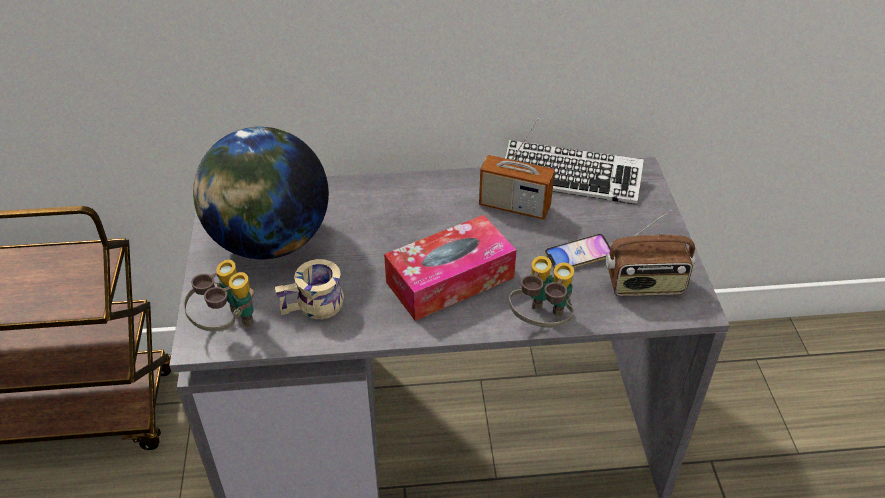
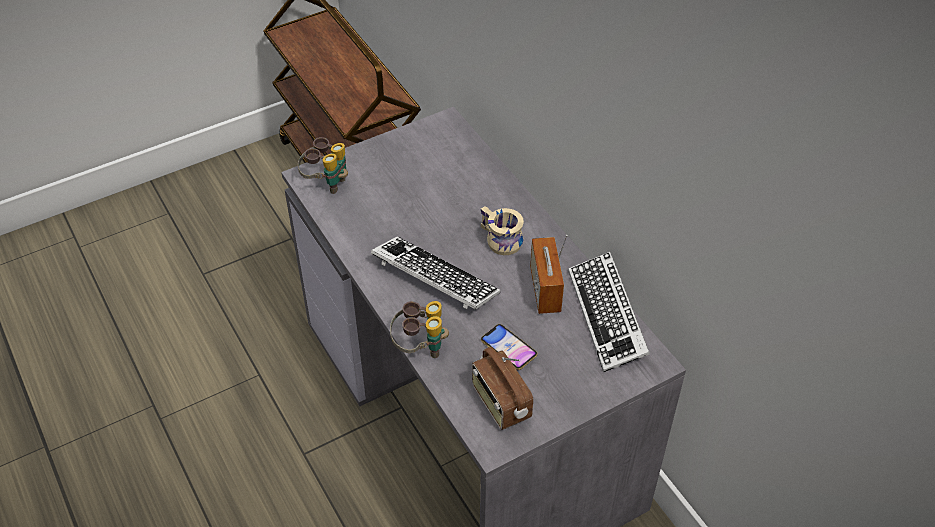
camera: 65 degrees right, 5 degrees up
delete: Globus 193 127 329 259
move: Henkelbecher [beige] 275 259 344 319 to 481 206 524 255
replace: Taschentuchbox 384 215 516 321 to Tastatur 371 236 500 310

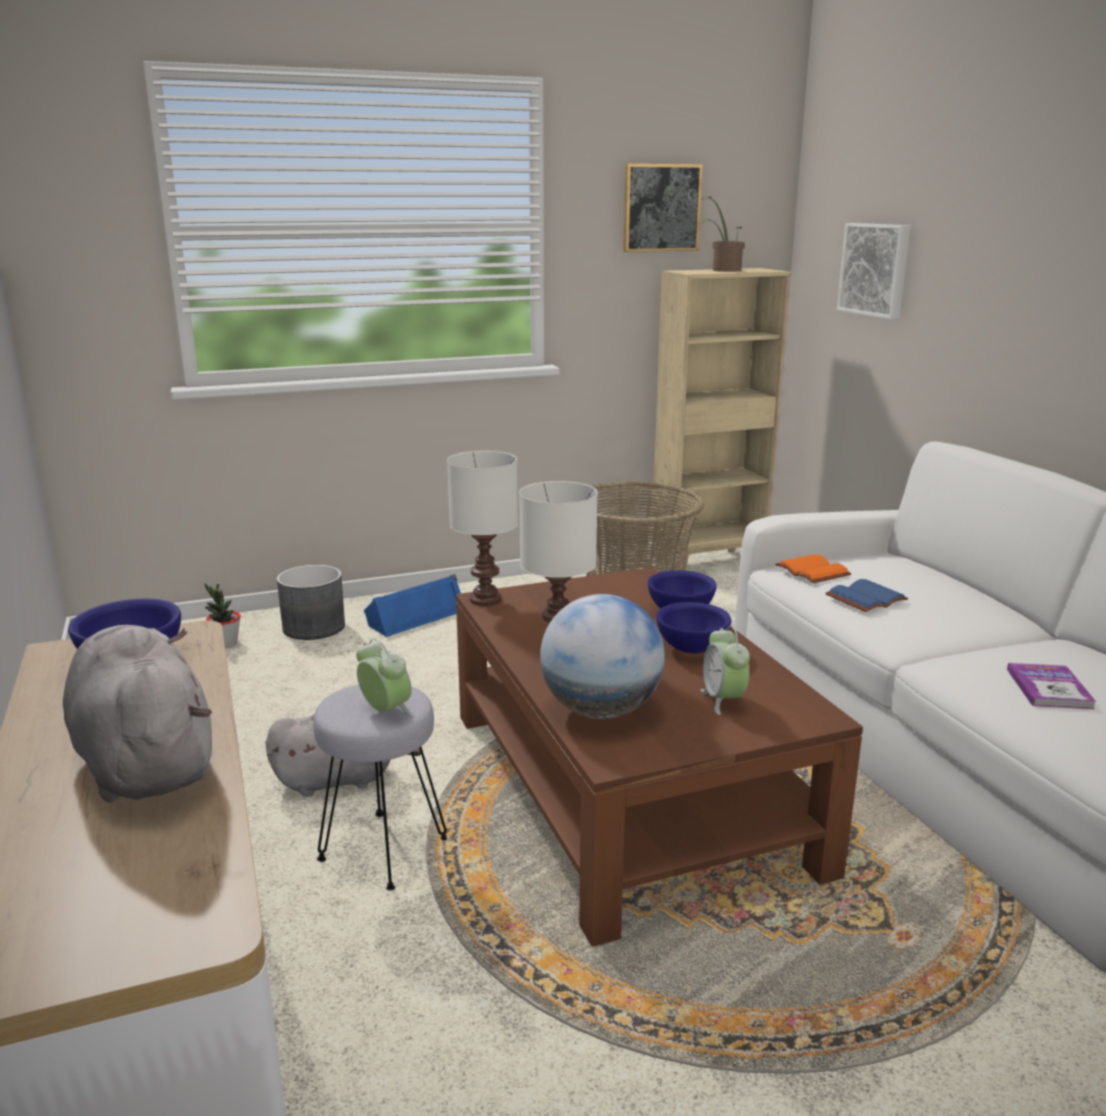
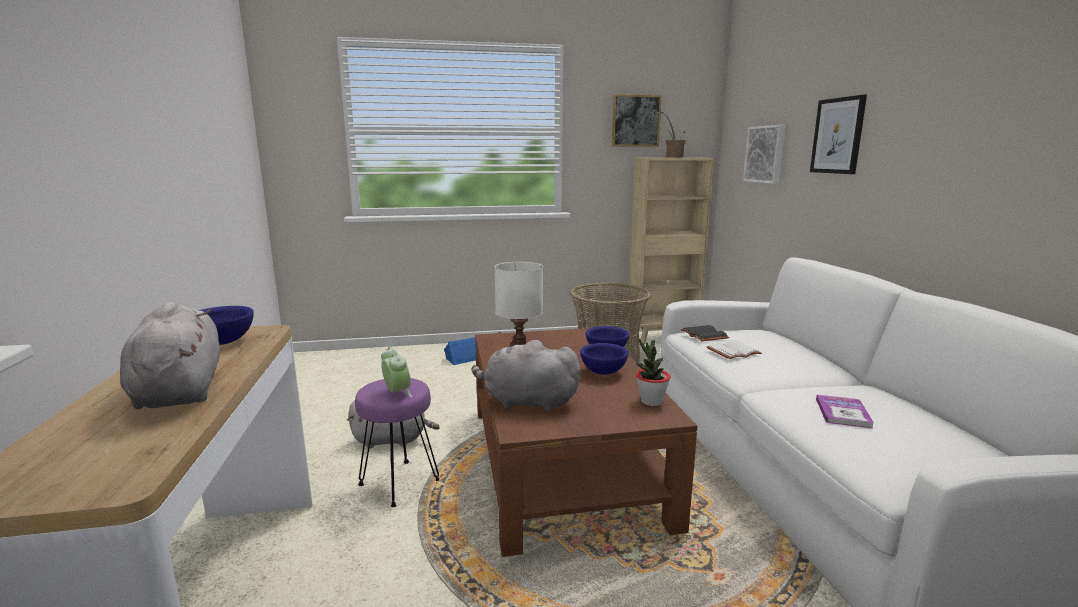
camera: 10 degrees right, 5 degrees down
delete: Pflanzkübel [grau] 277 565 345 640; Tischlampe [weiß] 447 451 518 606; Wecker 701 626 750 715
insert: Bild 810 94 867 174
move: Topfpflanze 205 583 241 647 to 636 339 671 406
replace: Globus 540 594 665 719 to Plüschtier [grau] 472 340 581 412
recolor: Hocker [grau] 313 684 447 890 to Hocker [lila] 355 378 439 507; Buch [orange] 775 554 851 583 to Buch [schwarz] 681 325 729 341; Buch [blau] 826 579 908 612 to Buch [weiß] 707 340 762 359

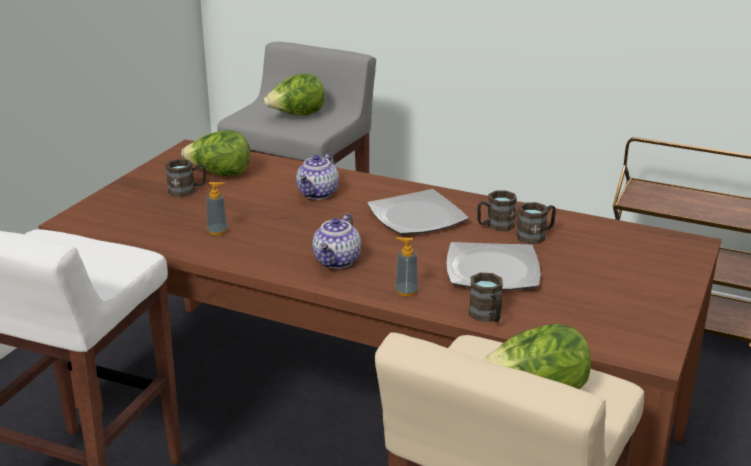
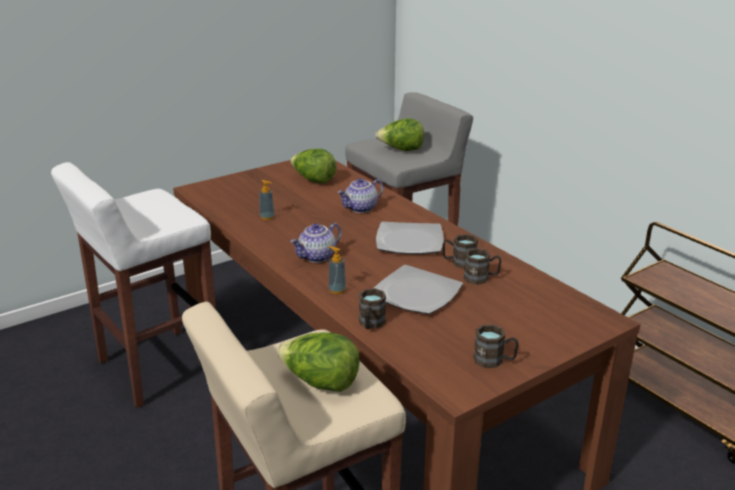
camera: 30 degrees right, 0 degrees up
move: Henkelbecher [braun] 165 159 206 197 to 473 324 519 368

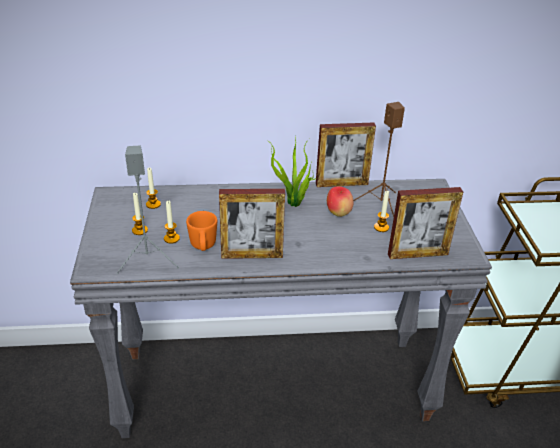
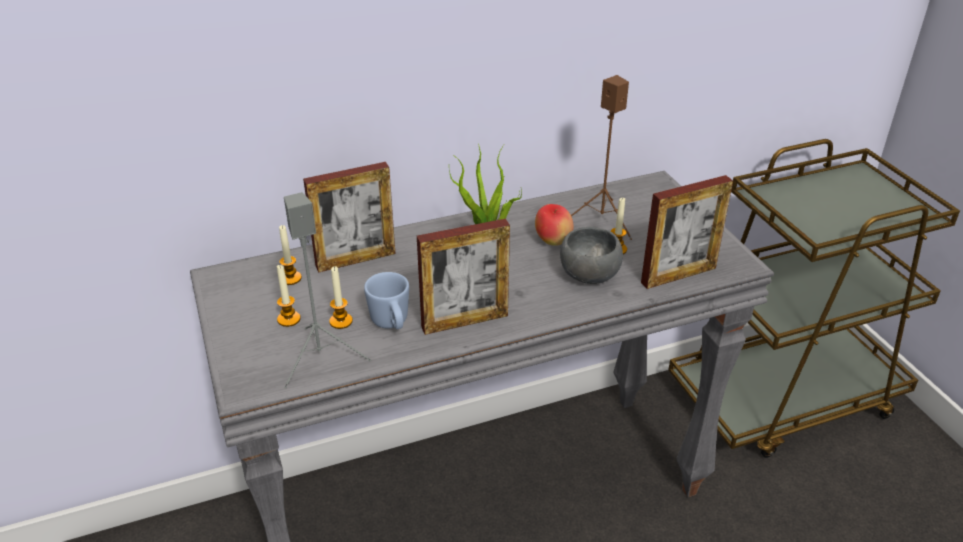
camera: 15 degrees left, 0 degrees up
insert: Schüssel [grau] 560 227 623 284
move: Bilderrahmen 316 122 376 187 to 303 162 396 273
recolor: Henkelbecher [orange] 186 211 217 251 to Henkelbecher [blau] 364 272 409 329

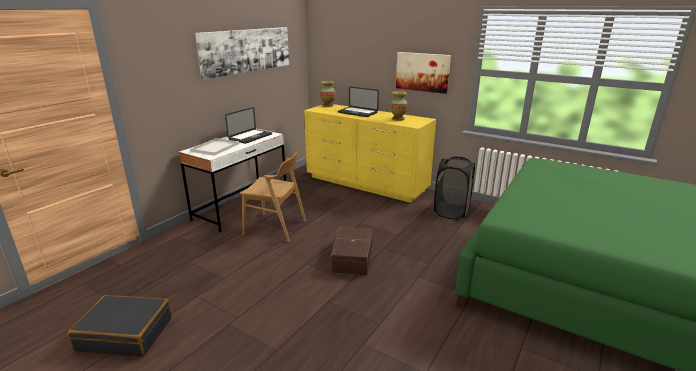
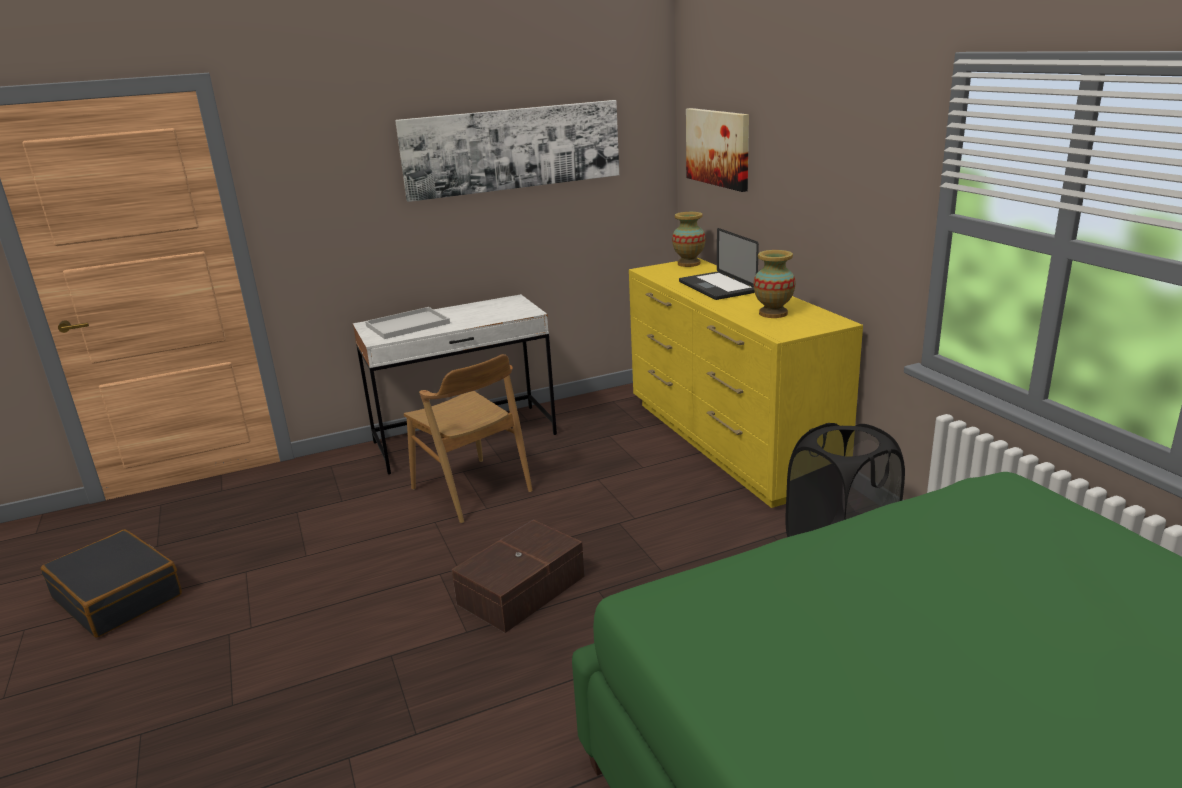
camera: 35 degrees right, 0 degrees up
delete: Laptop 225 107 272 144
move: Bild 396 52 451 94 to 686 108 749 192

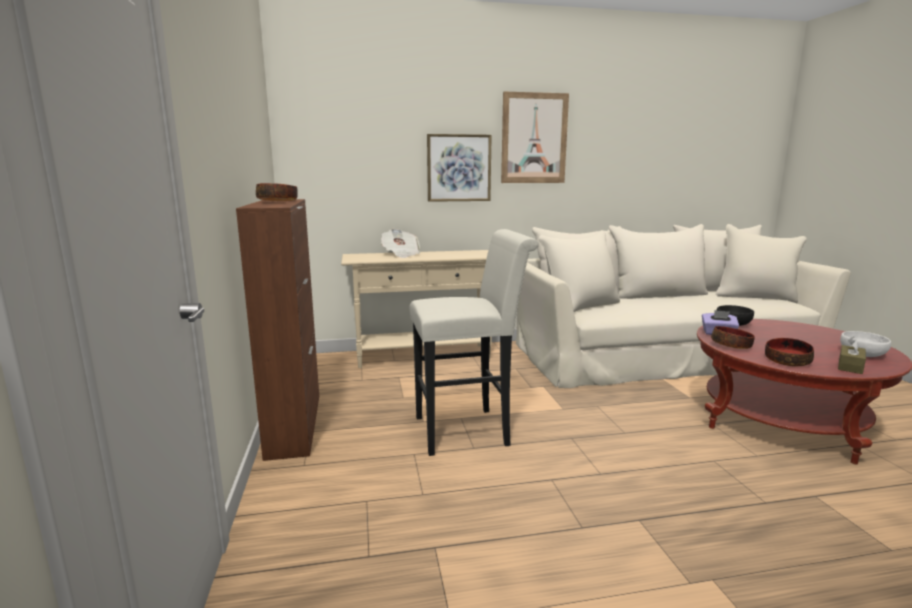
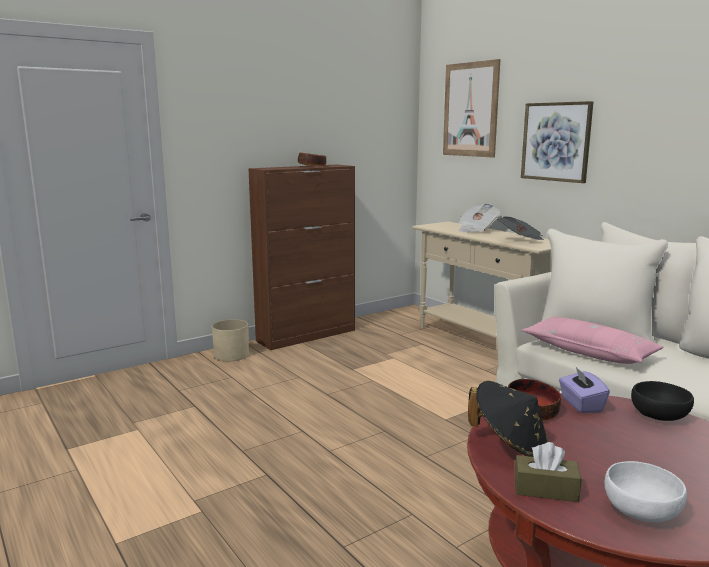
camera: 65 degrees right, 0 degrees up
delete: Hocker [weiß] 409 229 539 456
insert: Pflanzkübel [beige] 212 319 249 361; Zeitung 497 217 544 240; Kissen [rosa] 521 317 664 364
move: Bild 501 92 569 183 to 443 59 501 158
replace: Schüssel 765 338 814 366 to Hut [schwarz] 468 381 548 457

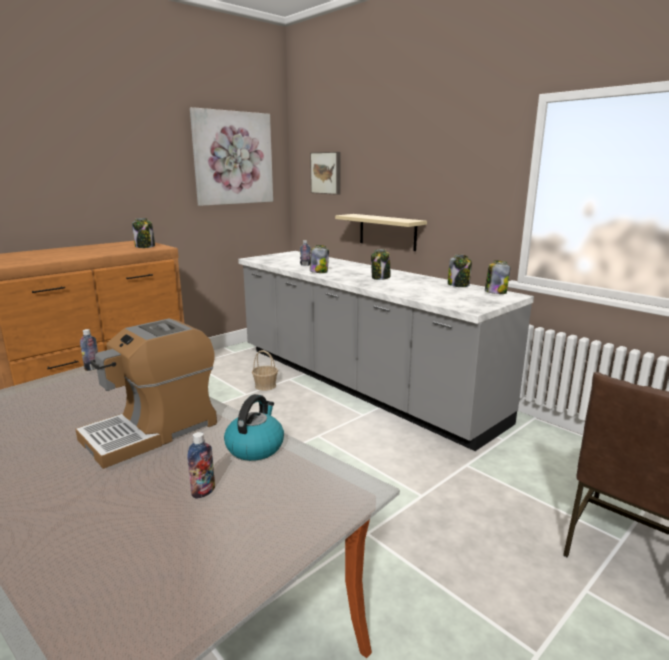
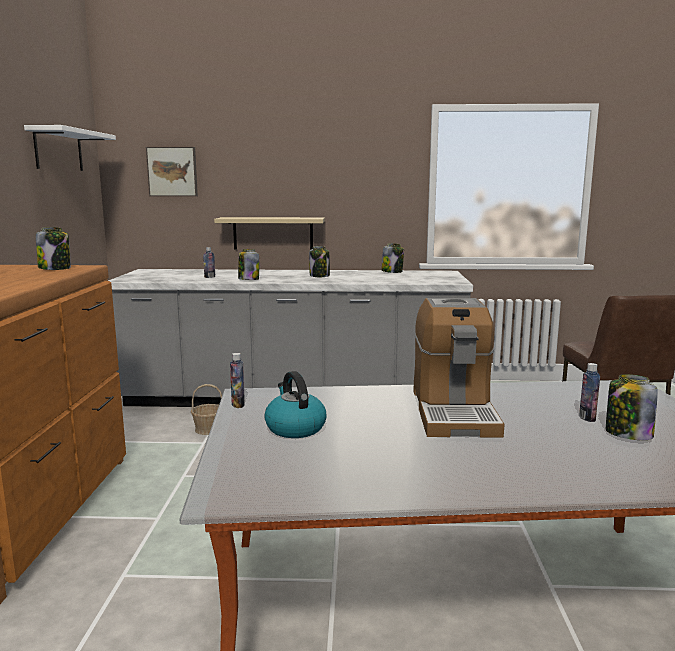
camera: 45 degrees left, 5 degrees down
move: Wasserkessel 224 394 284 461 to 264 371 326 438; Vorratsglas 485 260 510 294 to 606 374 658 440
replace: Bild 190 107 273 206 to Wandregal [weiß] 24 125 116 171

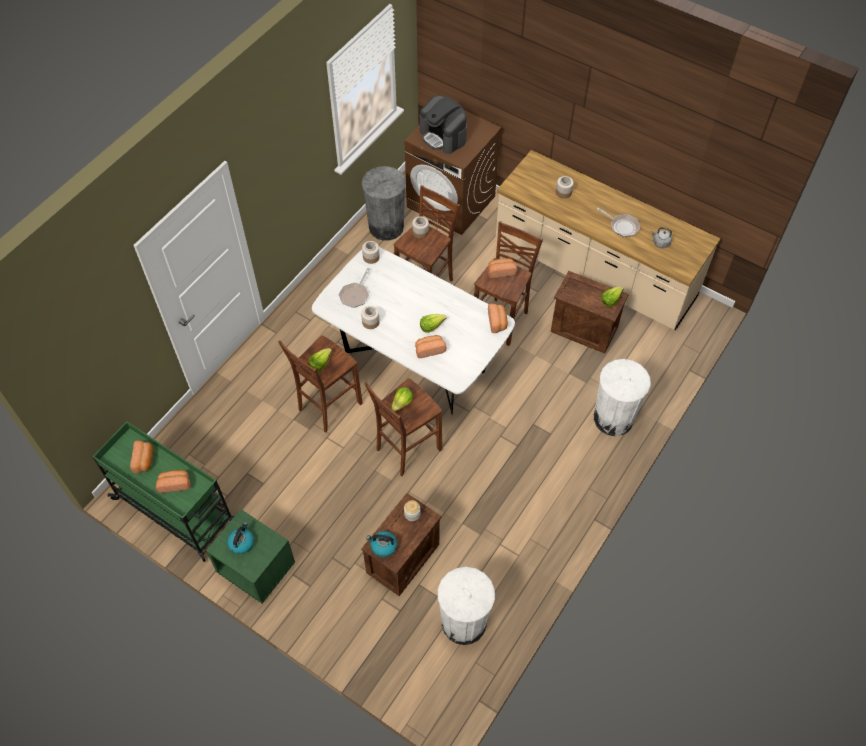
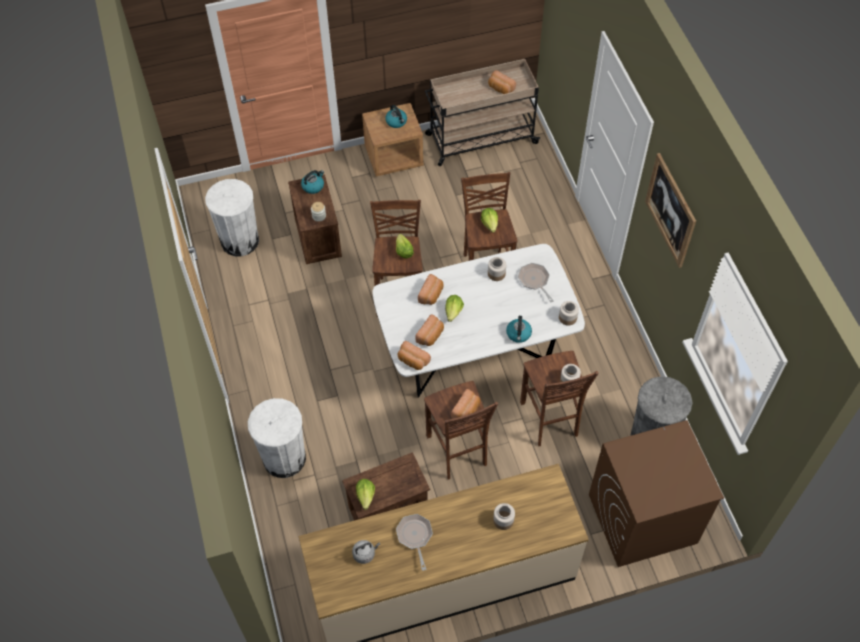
camera: 130 degrees right, 0 degrees up
delete: Kaffeemaschine 420 95 467 154
insert: Wasserkessel 506 316 532 343; Bild 645 153 696 268
move: Brot 156 470 191 493 to 415 315 444 346
recolor: Rollwagen [grün] 93 421 234 562 to Rollwagen [beige] 425 59 540 166; Nachttisch [grün] 206 509 295 603 to Nachttisch [braun] 362 103 424 177
rotate: Pfanne 596 208 640 237 = 396 514 433 571 90 degrees clockwise

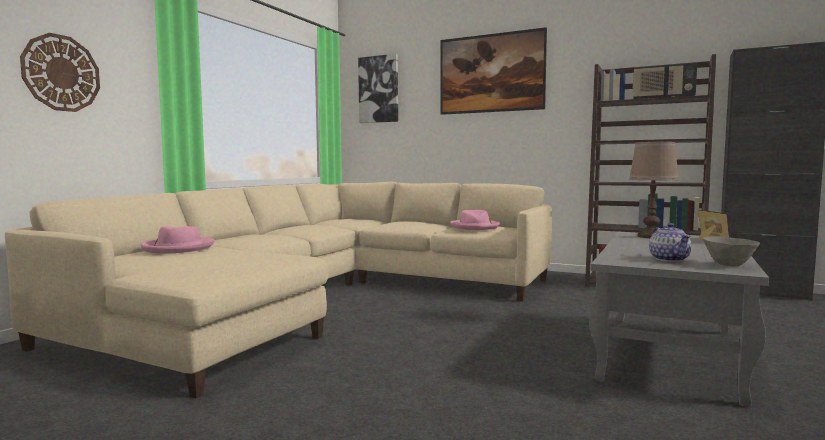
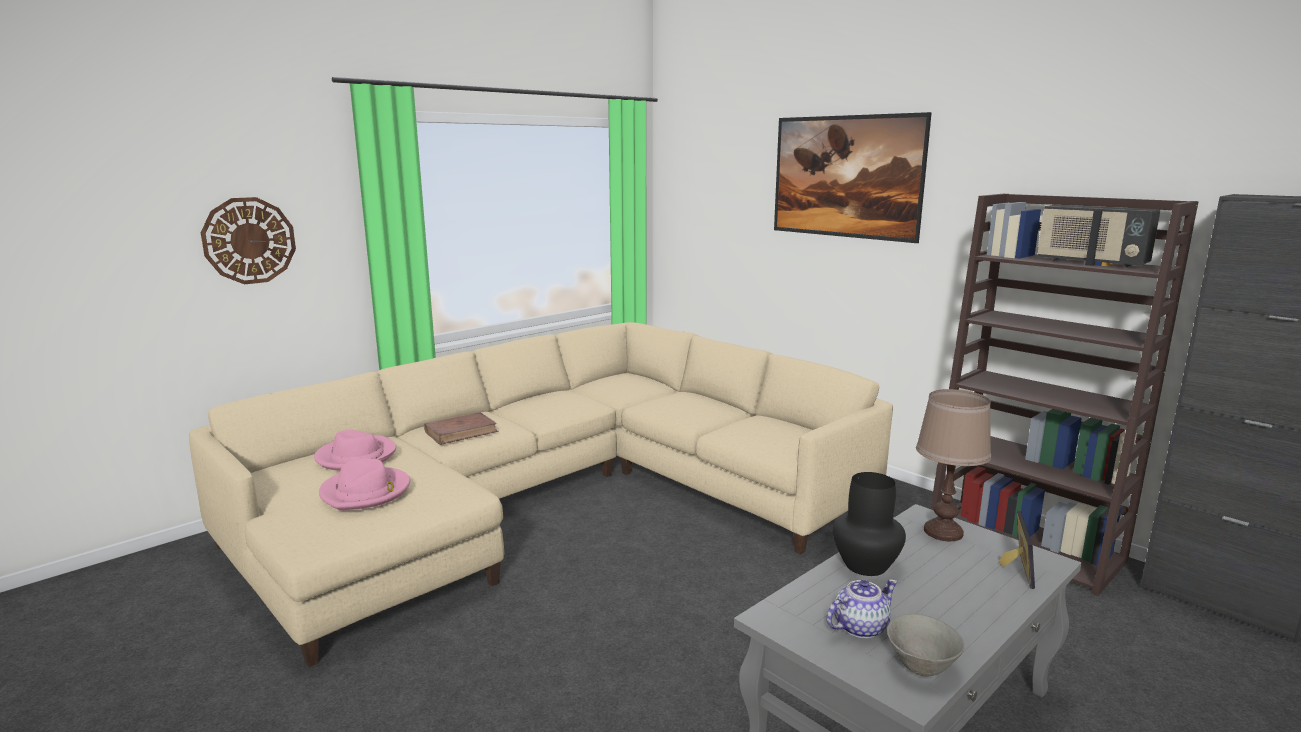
camera: 20 degrees right, 10 degrees up
delete: Bild 358 54 398 123
insert: Buch [braun] 424 412 498 445; Vase [schwarz] 833 472 906 576
move: Hut [rosa] 450 210 500 230 to 319 458 410 511
rotate: Teekanne 649 223 691 262 = 826 579 897 638 135 degrees counterclockwise

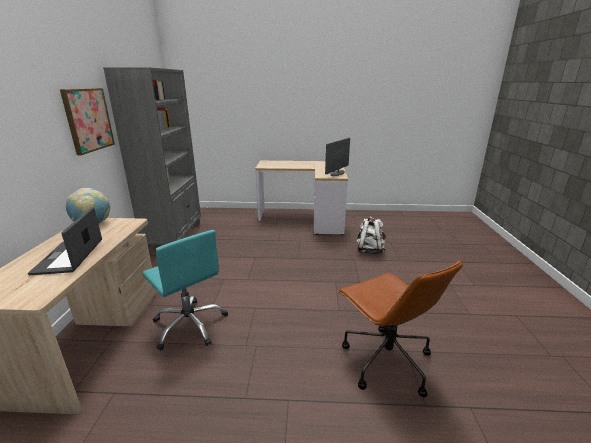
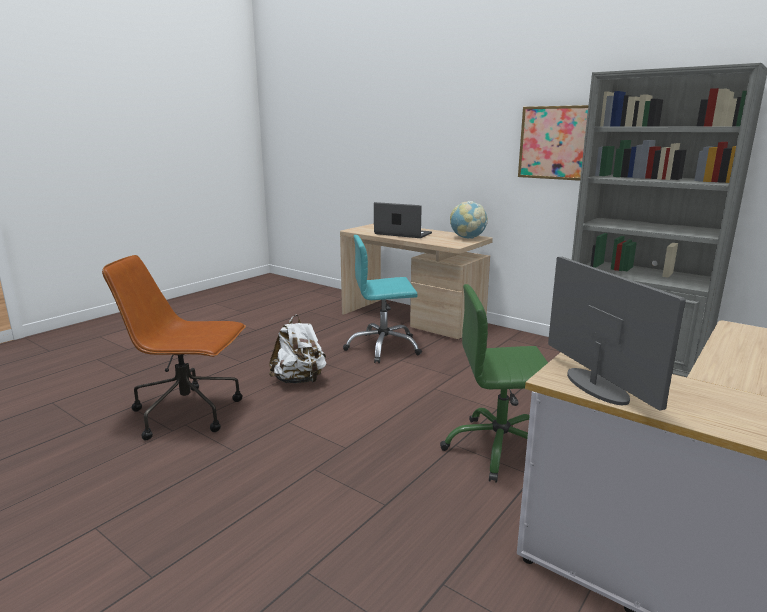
camera: 125 degrees right, 5 degrees down
insert: Bürostuhl [grün] 440 284 548 483
move: Rucksack [weiß] 356 217 386 254 to 269 315 326 384

